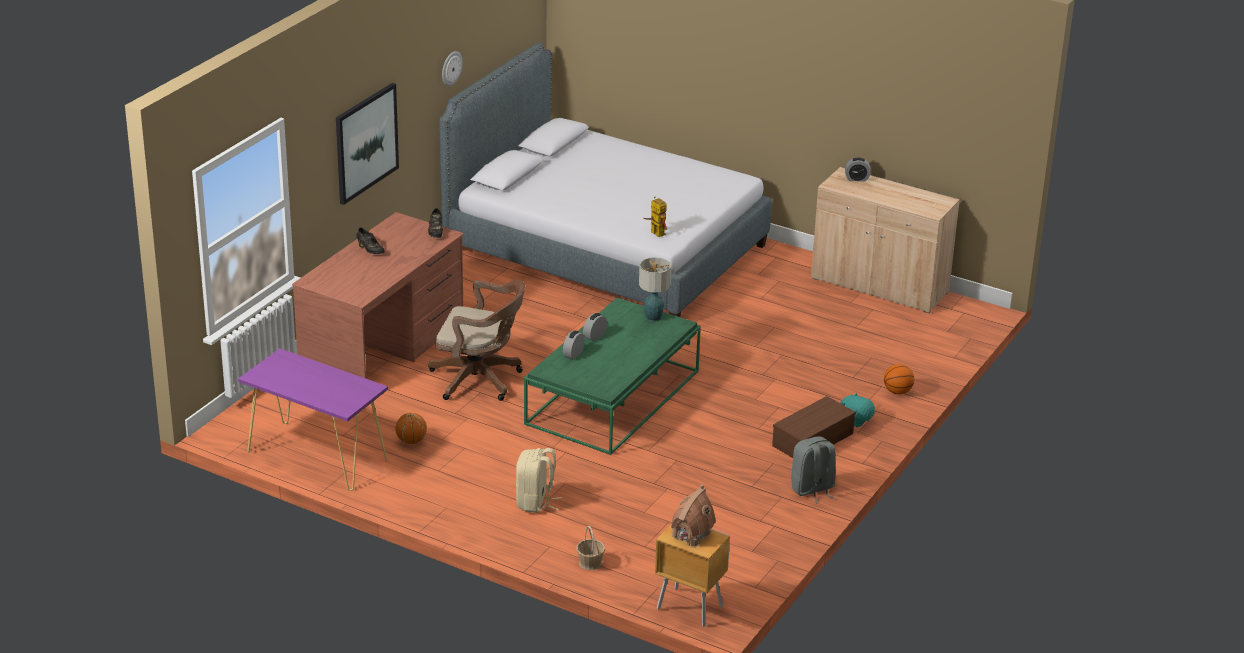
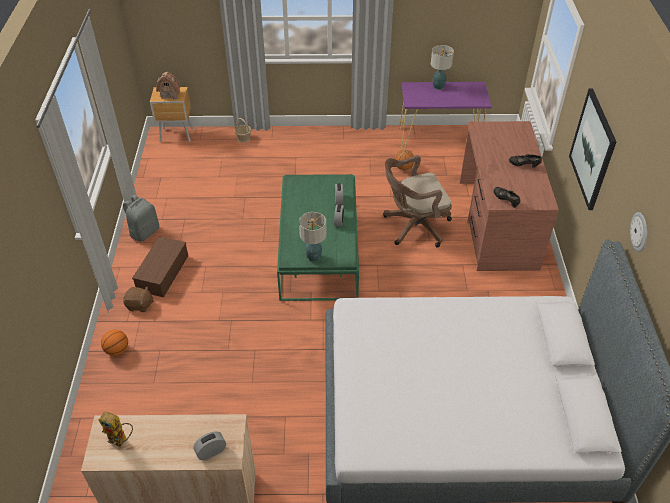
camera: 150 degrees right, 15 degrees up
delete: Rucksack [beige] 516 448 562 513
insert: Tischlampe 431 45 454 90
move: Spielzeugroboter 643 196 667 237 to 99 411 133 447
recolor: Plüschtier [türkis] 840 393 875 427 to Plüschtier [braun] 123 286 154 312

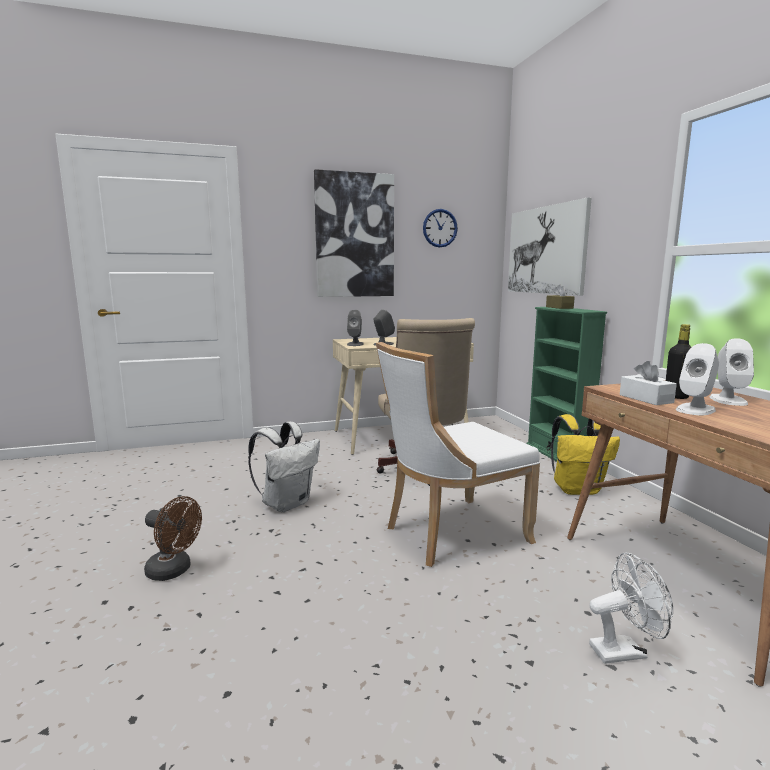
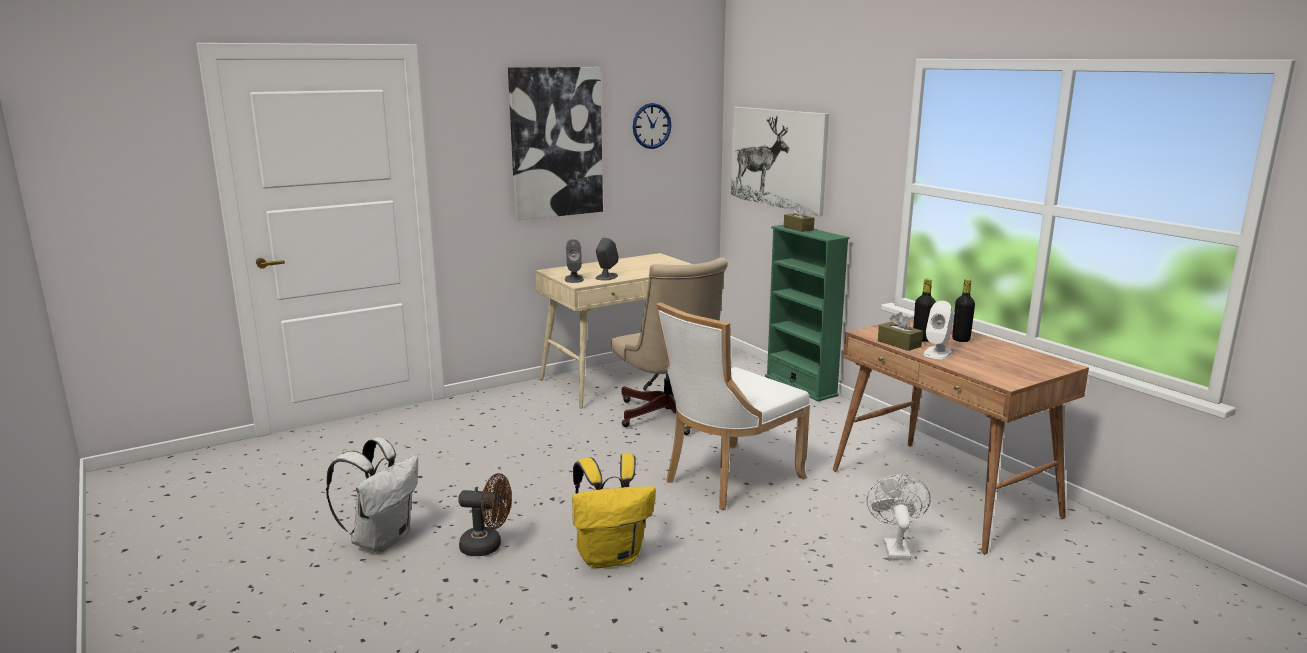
camera: 15 degrees left, 5 degrees up
move: Rucksack [weiß] 248 422 320 512 to 326 437 418 552; Rucksack [gelb] 551 414 620 495 to 572 454 656 569
replace: Lautsprecher [weiß] 710 338 754 406 to Flasche [schwarz] 952 279 975 342
recolor: Taschentuchbox [weiß] 620 361 677 405 to Taschentuchbox [braun] 878 312 923 351
rotate: Ventilator [weiß] 589 553 673 664 = 866 475 931 560 60 degrees counterclockwise

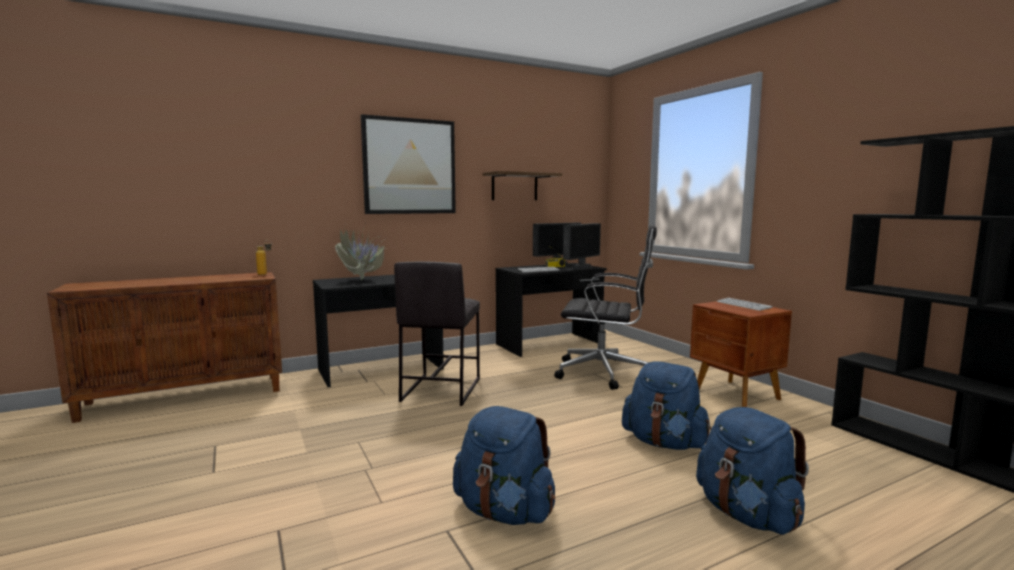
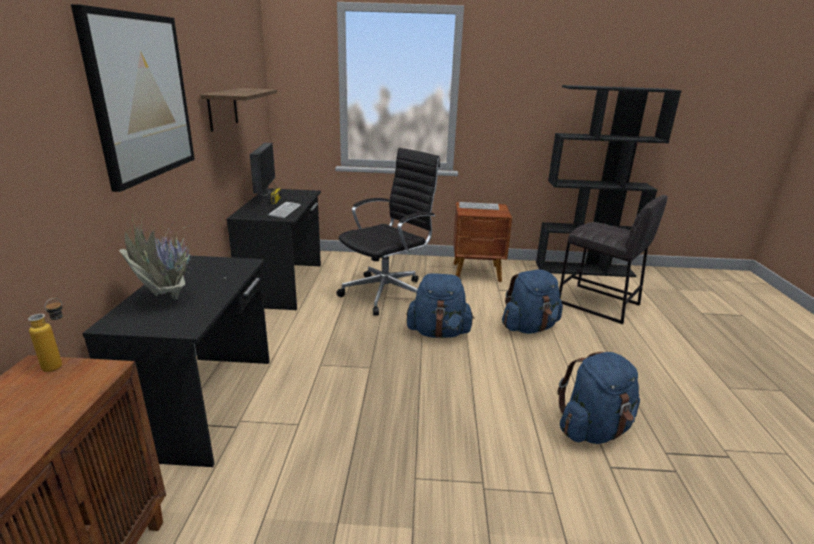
camera: 60 degrees left, 15 degrees up
delete: Monitor 563 223 601 270
move: Hocker [grau] 394 262 480 406 to 559 195 668 324; Rucksack [blau] 696 407 809 535 to 406 273 475 338

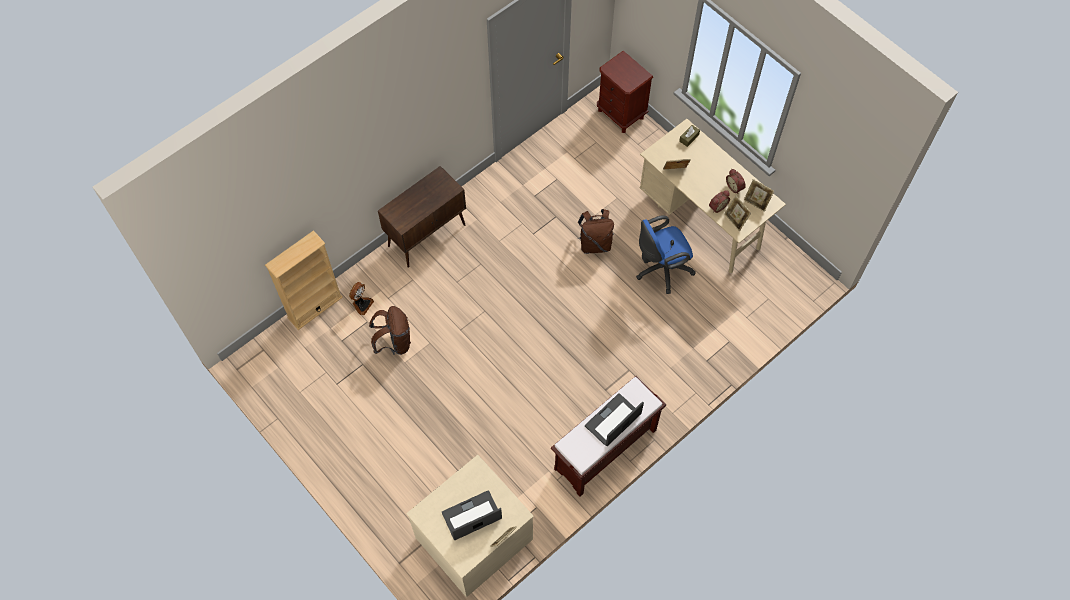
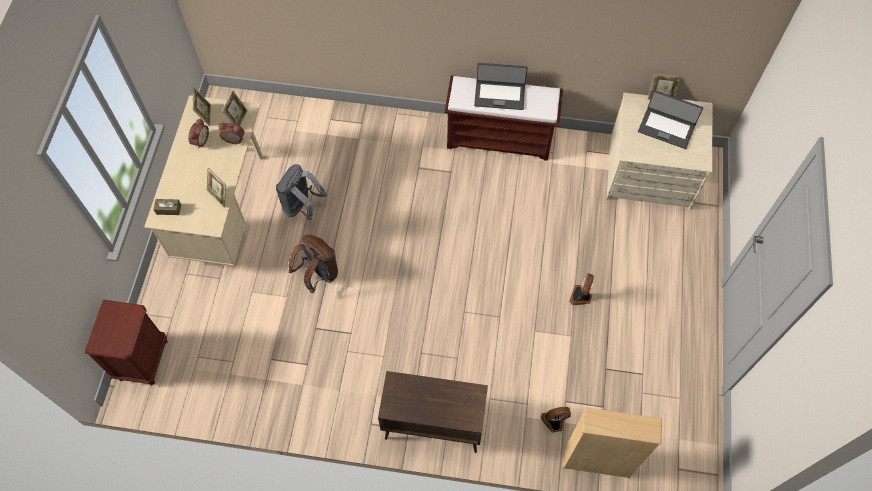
camera: 130 degrees left, 0 degrees up
delete: Rucksack [braun] 369 306 411 355
insert: Ventilator 569 273 594 305
replace: Bürostuhl [blau] 636 215 696 294 to Rucksack [grau] 276 164 327 220

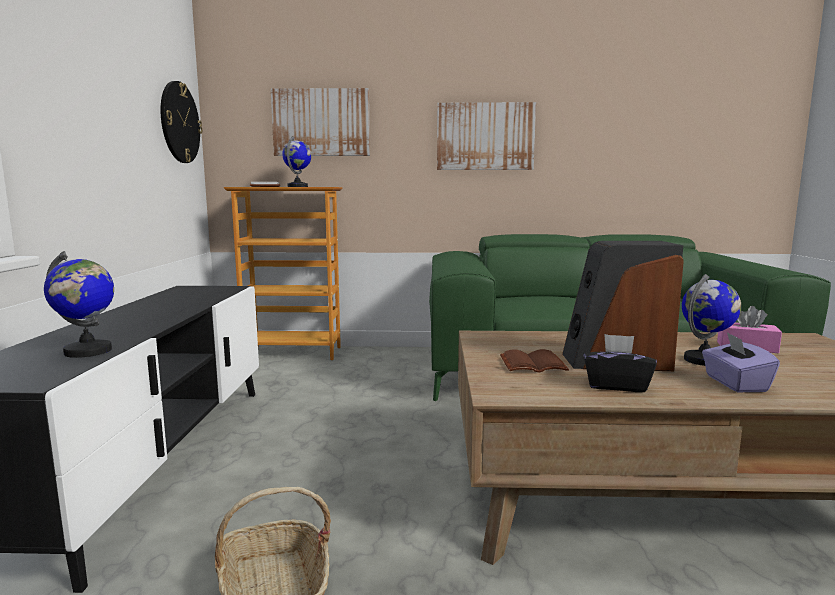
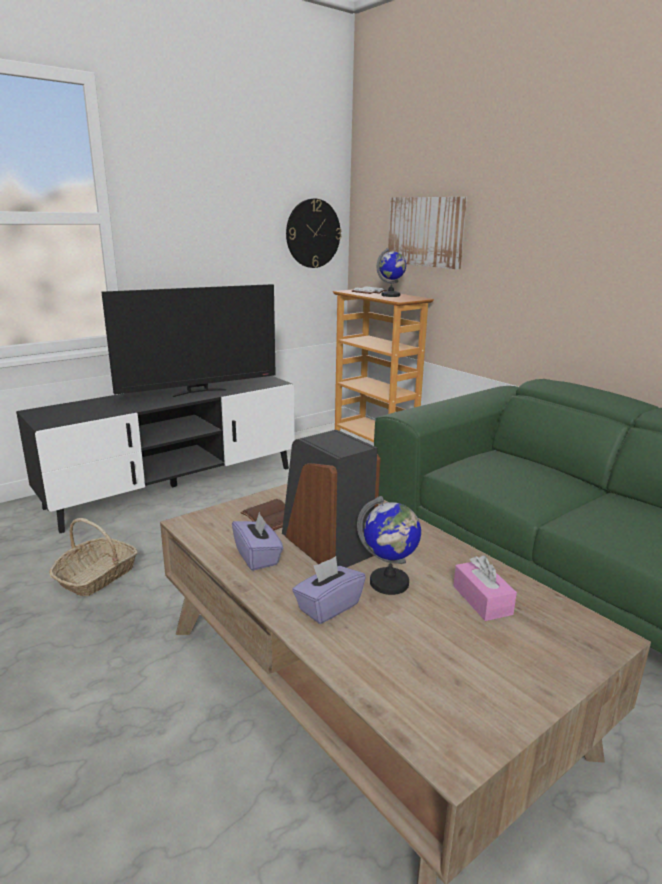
camera: 50 degrees right, 10 degrees up
delete: Globus 44 251 114 358; Bild 437 102 536 170
insert: Fernseher 101 284 276 397
recolor: Taschentuchbox [schwarz] 583 334 657 392 to Taschentuchbox [lila] 232 512 283 571

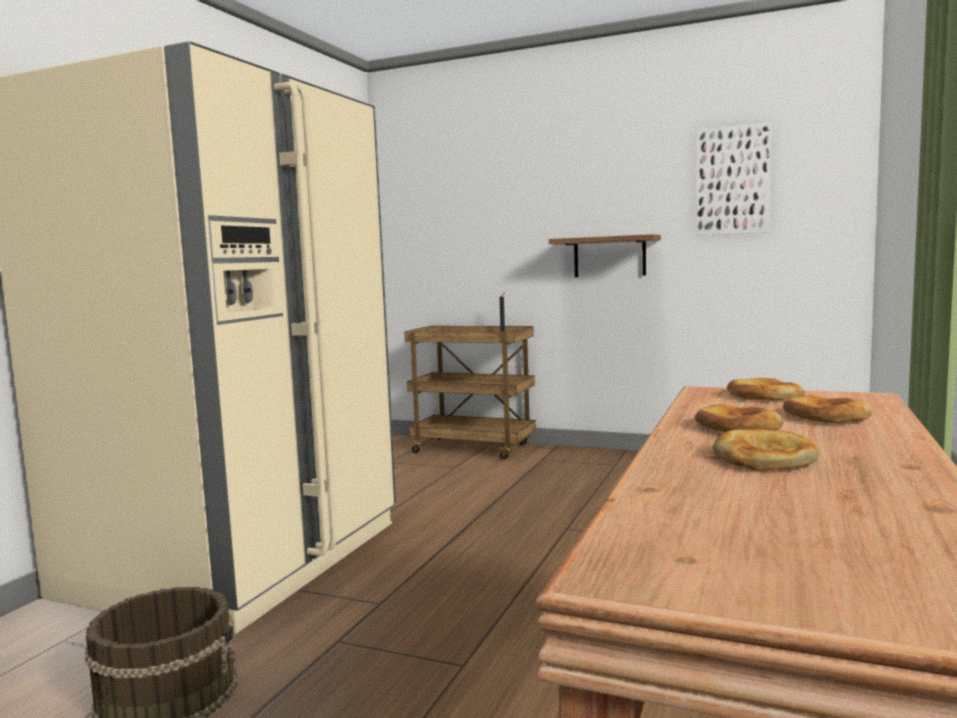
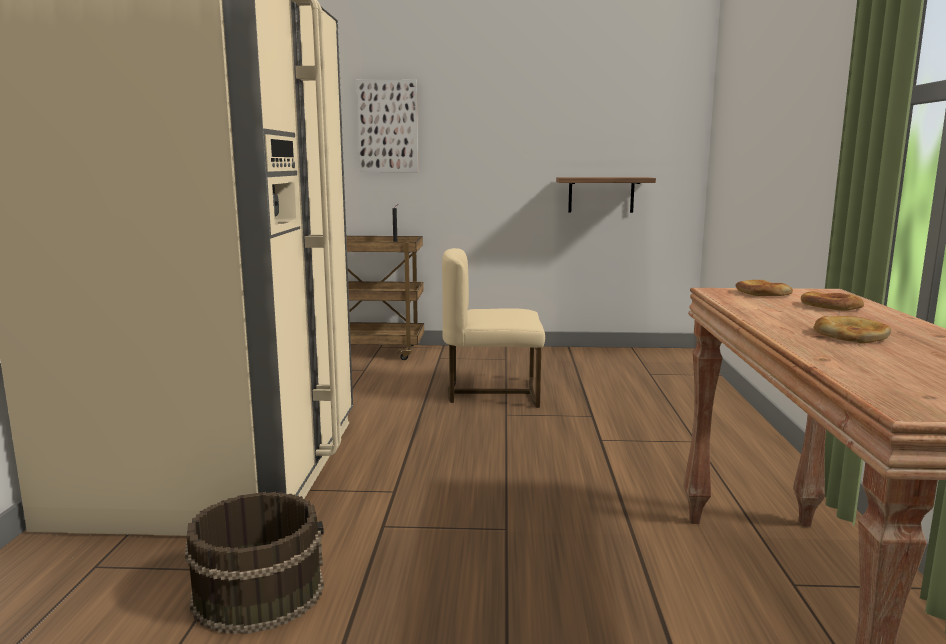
camera: 20 degrees left, 5 degrees up
delete: Brot 695 404 783 432
insert: Stuhl [beige] 442 248 545 408
move: Wandregal 549 234 661 277 to 556 177 656 213; Bild 696 122 772 236 to 357 80 418 172

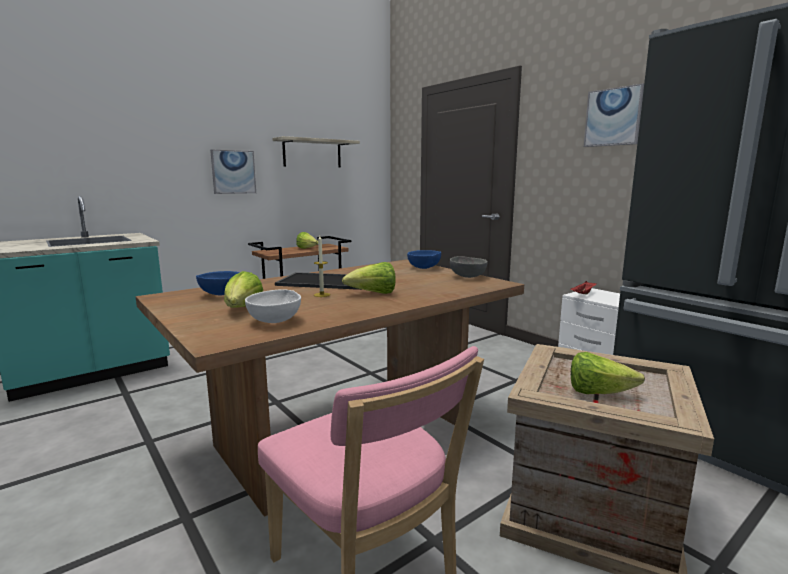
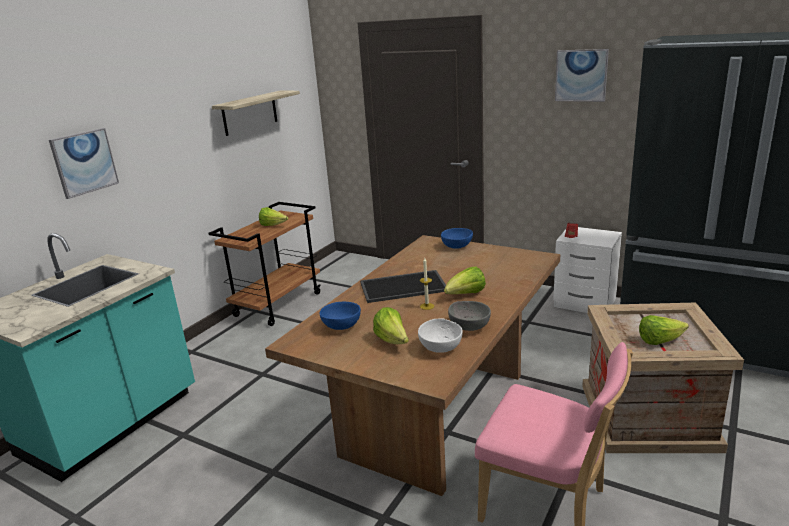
camera: 20 degrees left, 10 degrees up
move: Bild 210 149 256 194 to 49 128 119 199; Schüssel [grau] 450 256 487 278 to 448 301 491 331

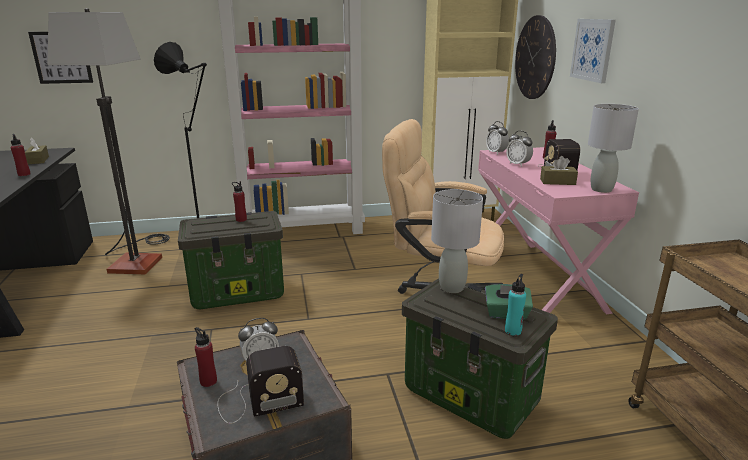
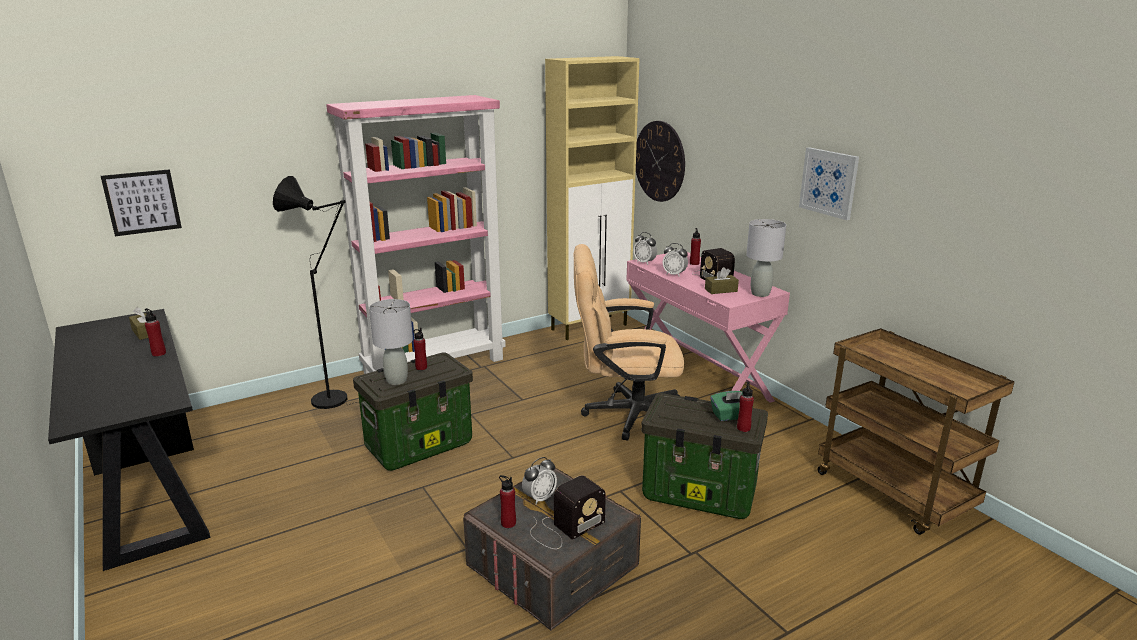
camera: 20 degrees left, 0 degrees up
delete: Stehlampe 48 8 170 274
move: Tischlampe [grau] 431 189 483 293 to 369 299 413 385; Bild 570 19 616 83 to 799 147 859 220
recolor: Flasche [türkis] 505 274 526 336 to Flasche [rot] 737 381 754 432

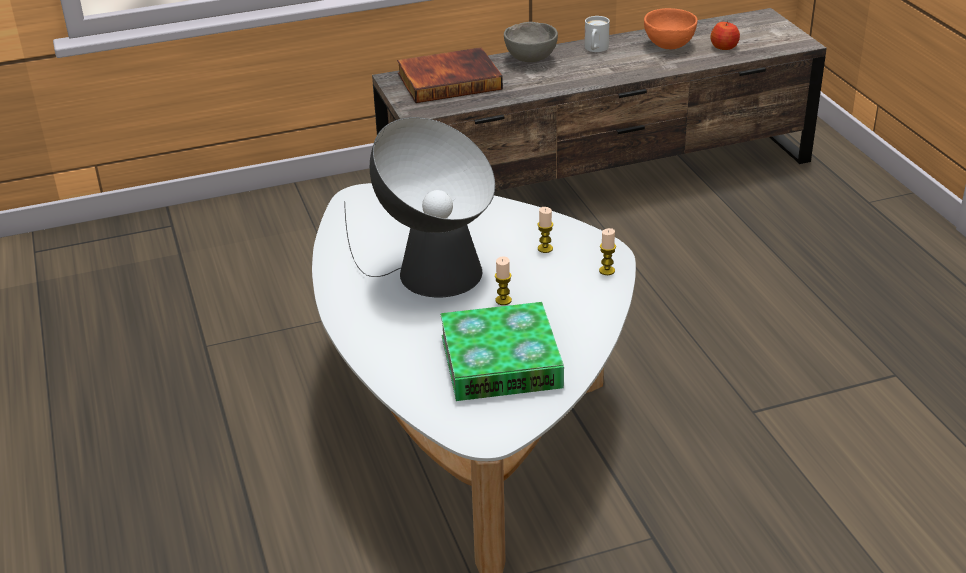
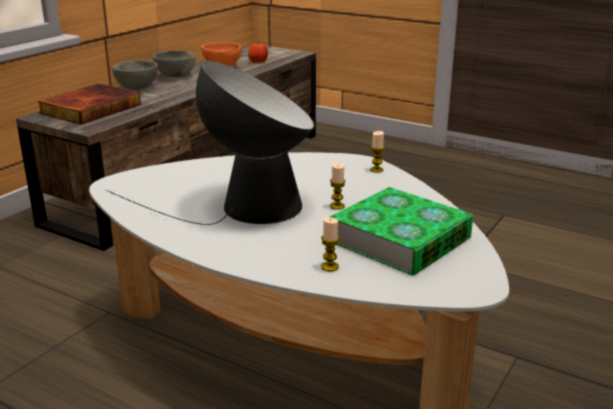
camera: 40 degrees left, 10 degrees down
move: Kerze 538 207 553 253 to 321 217 339 271
replace: Henkelbecher [weiß] 584 16 610 52 to Schüssel [grau] 153 50 196 77

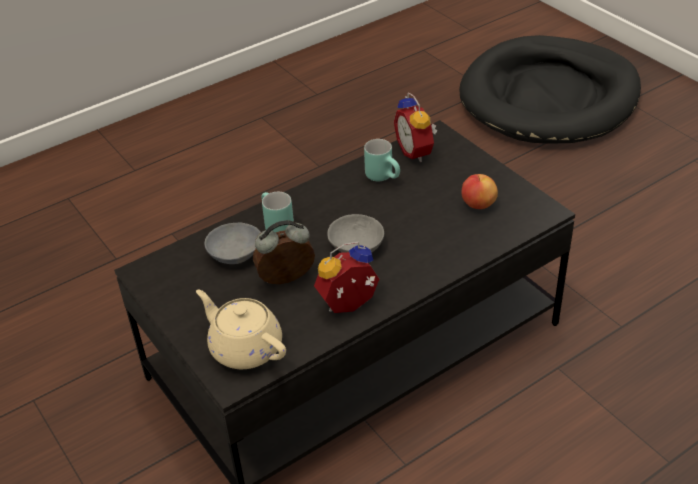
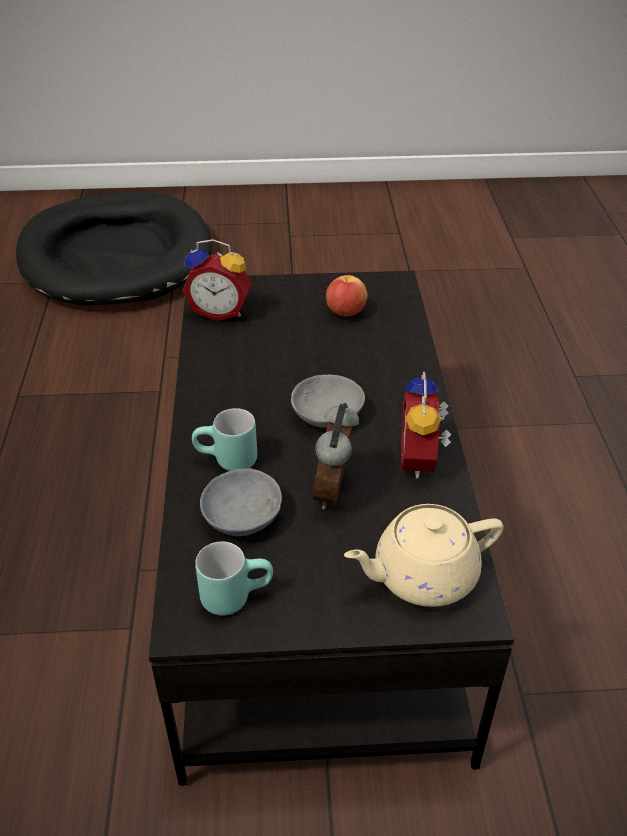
camera: 60 degrees left, 0 degrees up
move: Henkelbecher [türkis] 364 139 400 181 to 195 541 273 616

